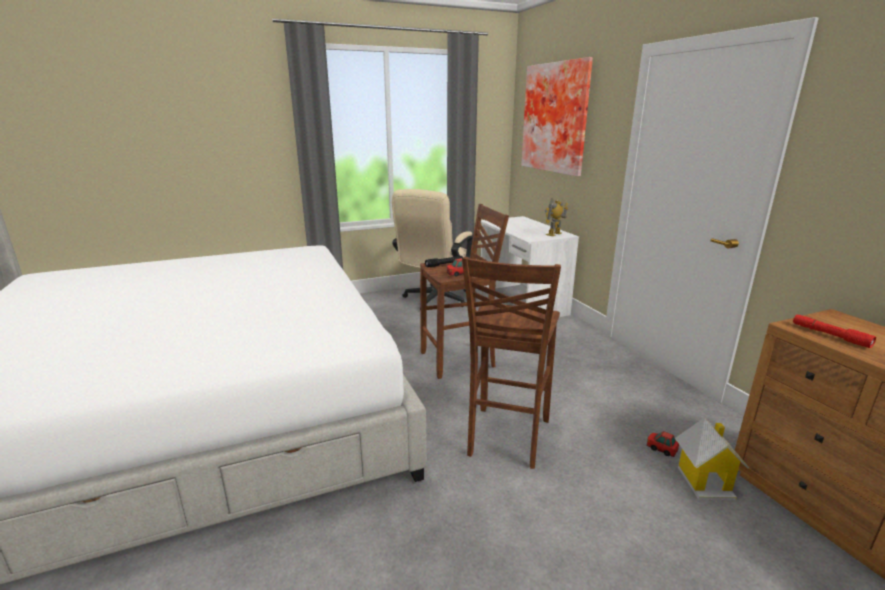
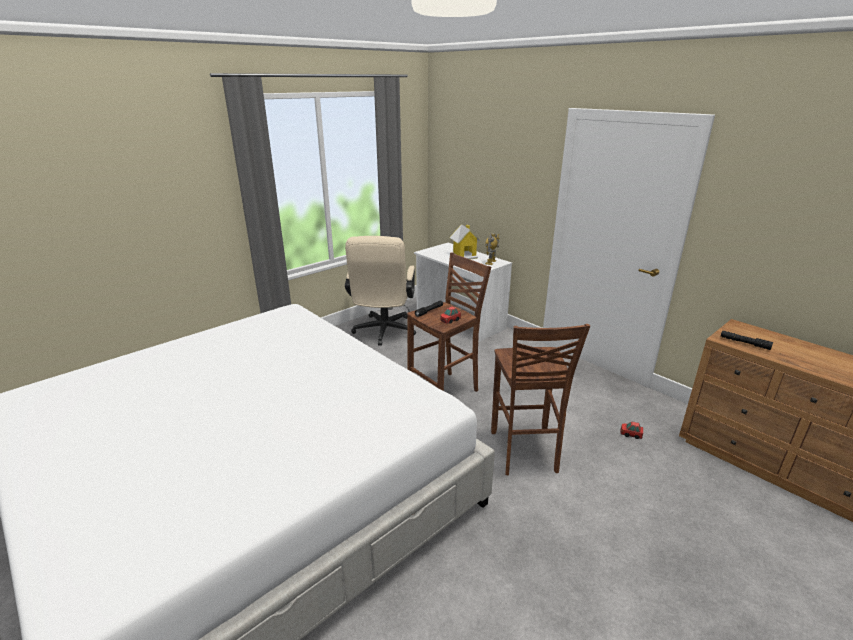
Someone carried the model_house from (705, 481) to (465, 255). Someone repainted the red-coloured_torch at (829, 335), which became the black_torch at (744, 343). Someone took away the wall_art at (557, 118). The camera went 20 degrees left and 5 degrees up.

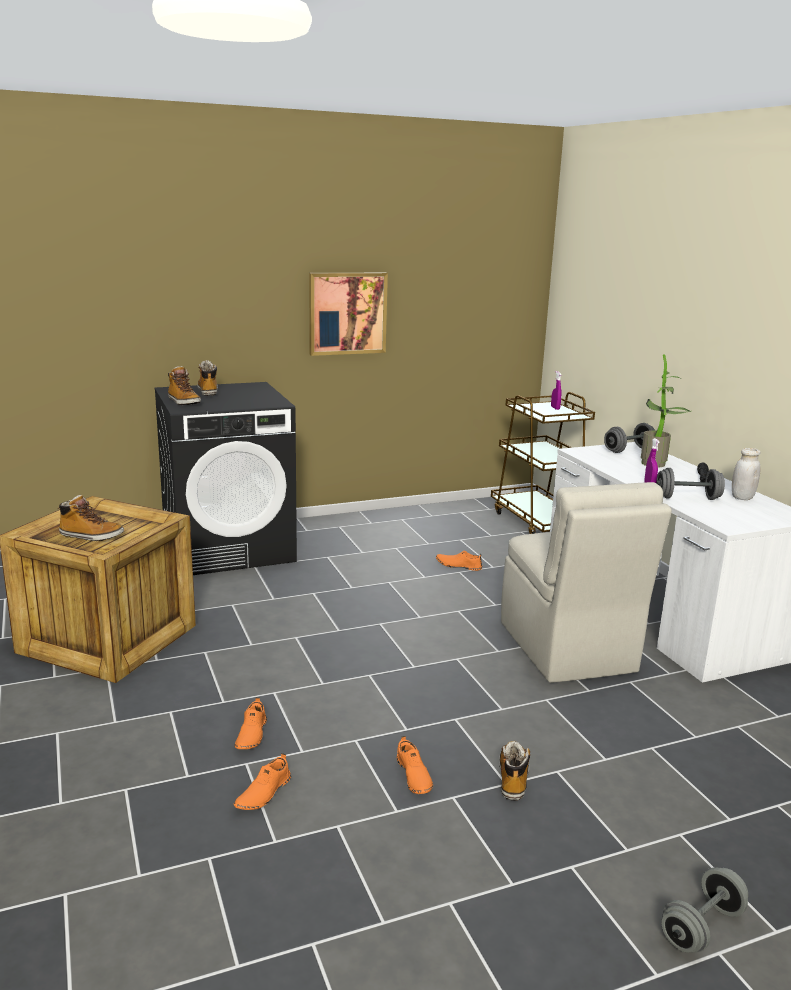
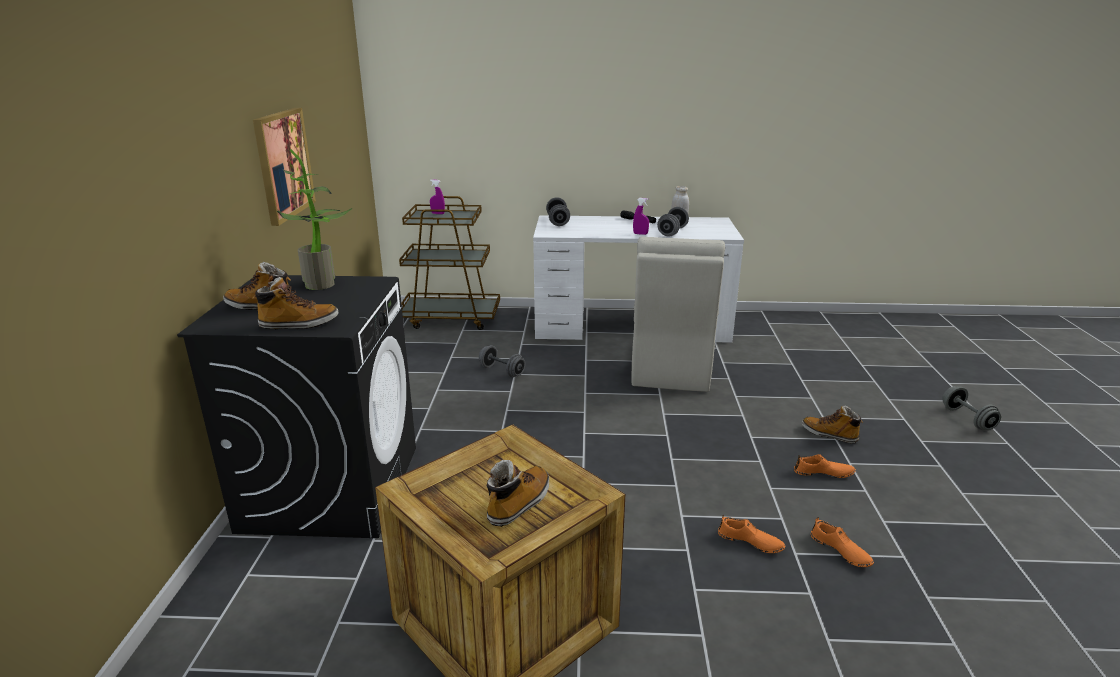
Someone carried the plant_in_a_pot from (657, 464) to (324, 283). Someone swapped the orange_shoe at (458, 565) for the grey_free_weight at (502, 371). Someone rotated the sand-coloured_upright_chair at (567, 649) by 90 degrees clockwise. The camera went 65 degrees left and 5 degrees up.

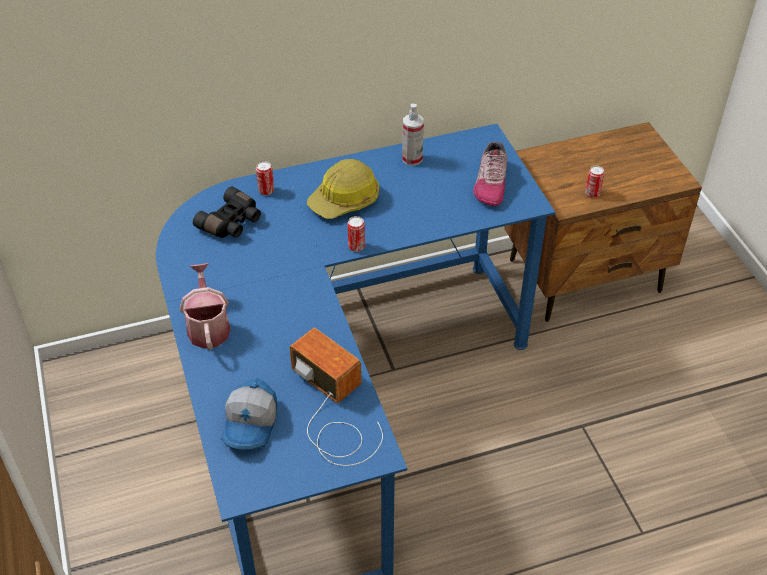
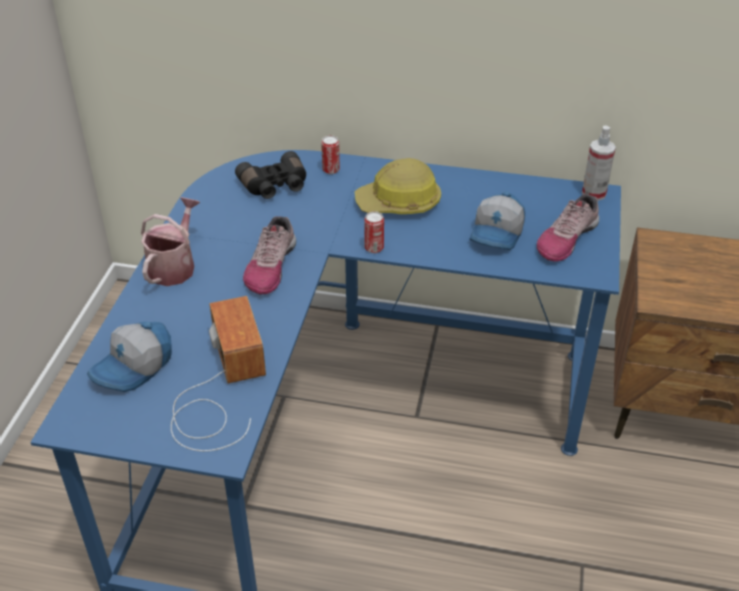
Someone put down the shoe at (270, 266). Someone put down the baseball_cap at (498, 233). Someone carried the spray_bottle from (412, 159) to (593, 193). Someone took away the metal_can at (592, 193). The camera went 30 degrees right and 5 degrees down.

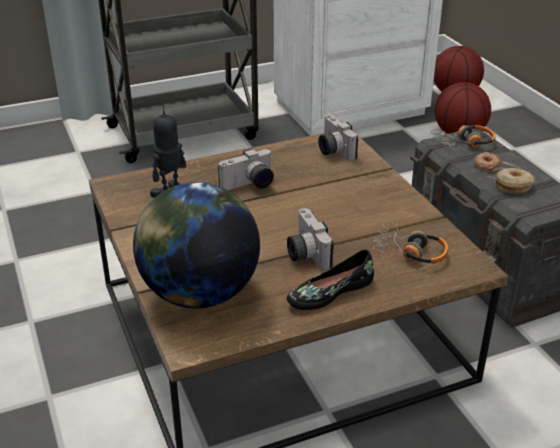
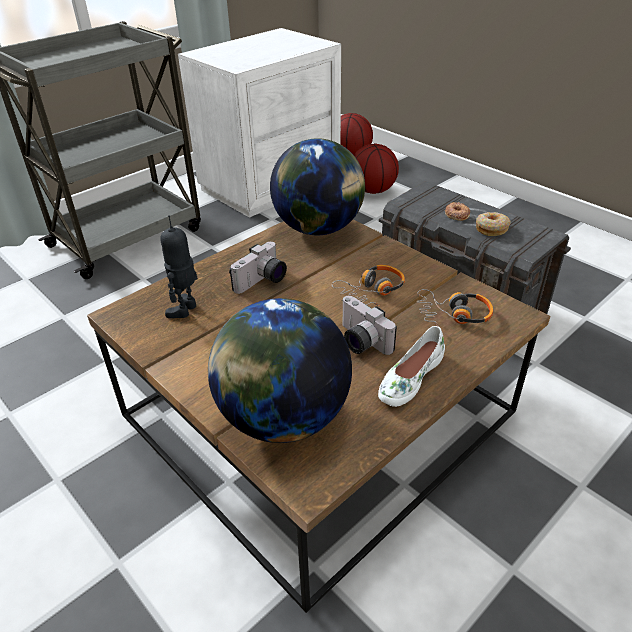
Someone swapped the still_camera at (332, 150) for the desk_globe at (318, 228). Someone carried the pair_of_headphones from (464, 143) to (372, 291). Someone repainted the black_shoe at (329, 292), which became the whitish_shoe at (409, 377). The camera went 20 degrees left and 5 degrees up.

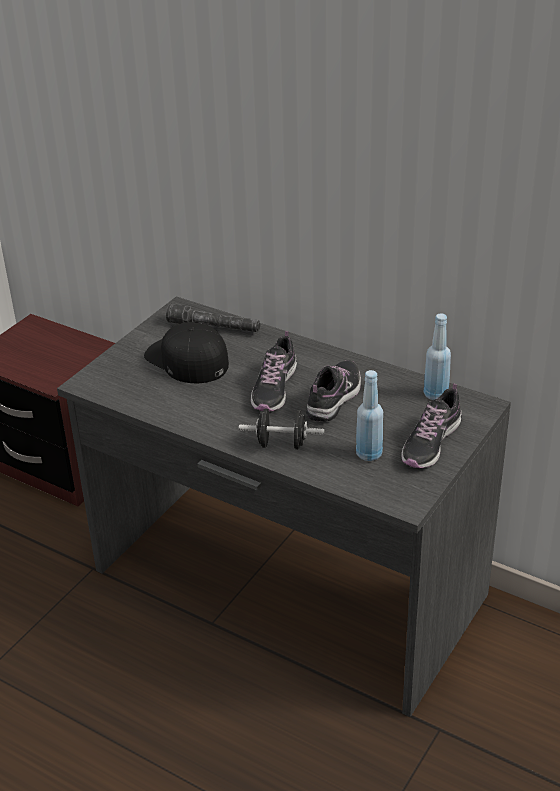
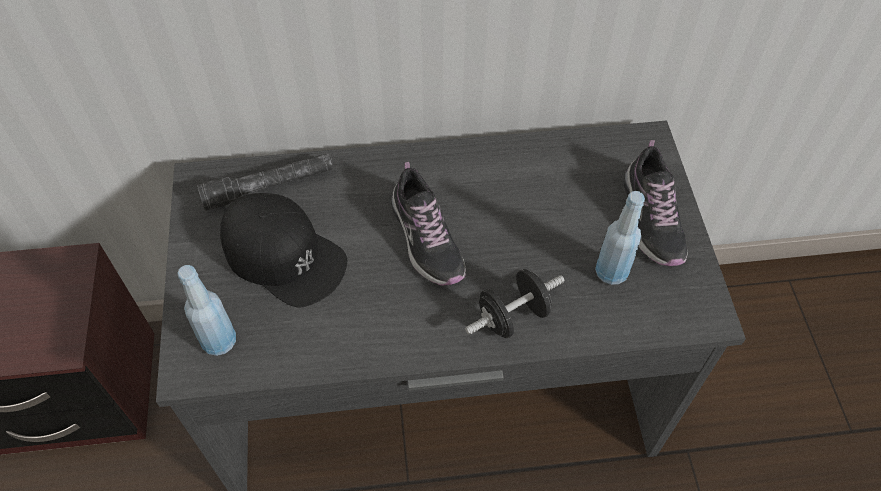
Someone carried the blue_drink_bottle from (435, 394) to (219, 342). Someone rotated the black_baseball_cap at (187, 360) by 150 degrees counterclockwise. Someone took away the shoe at (334, 398). The camera went 40 degrees left and 20 degrees up.

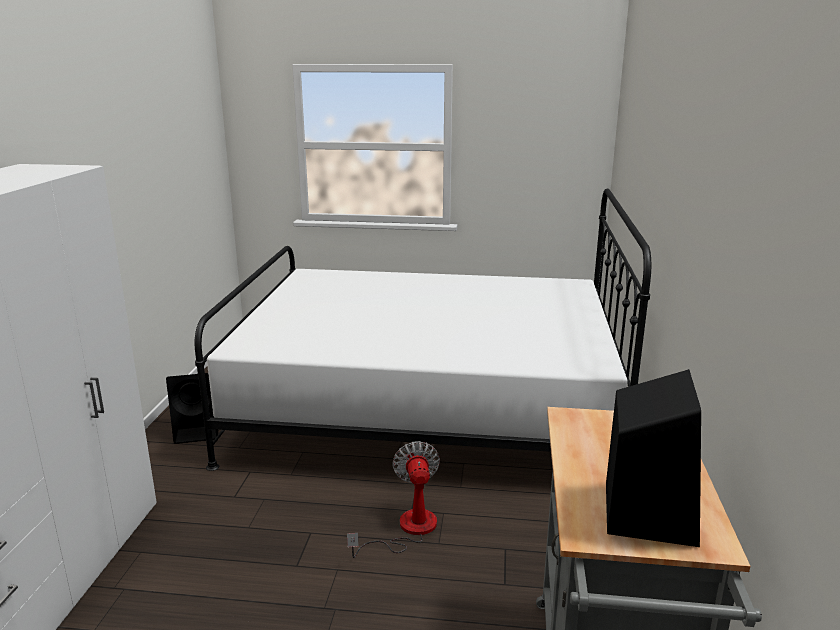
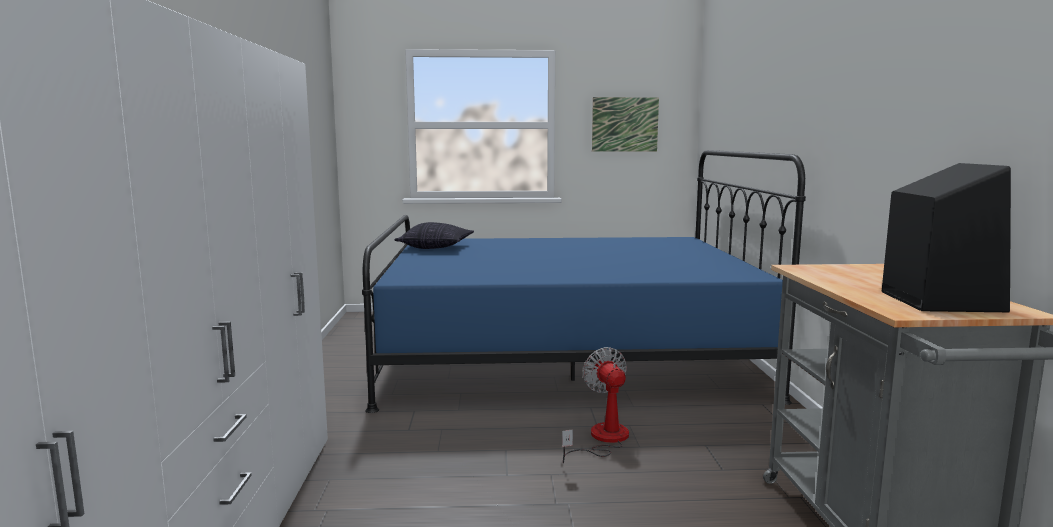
Someone repainted the whitish_bed at (427, 408), which became the blue_bed at (564, 356). Someone put down the pillow at (435, 247). Someone put up the wall_art at (625, 124). Someone took away the black_loudspeaker at (199, 431). The camera went 10 degrees left and 10 degrees down.

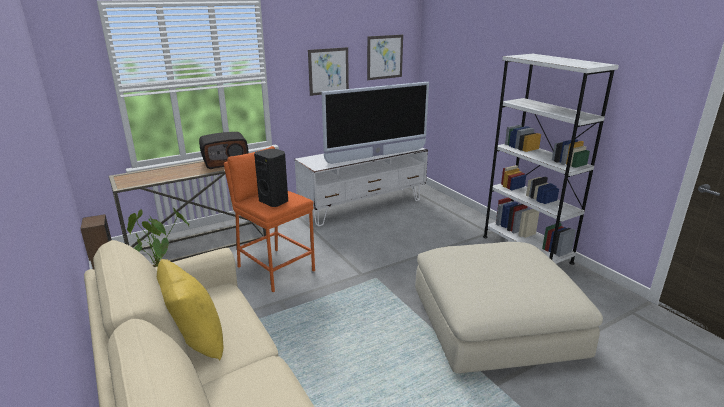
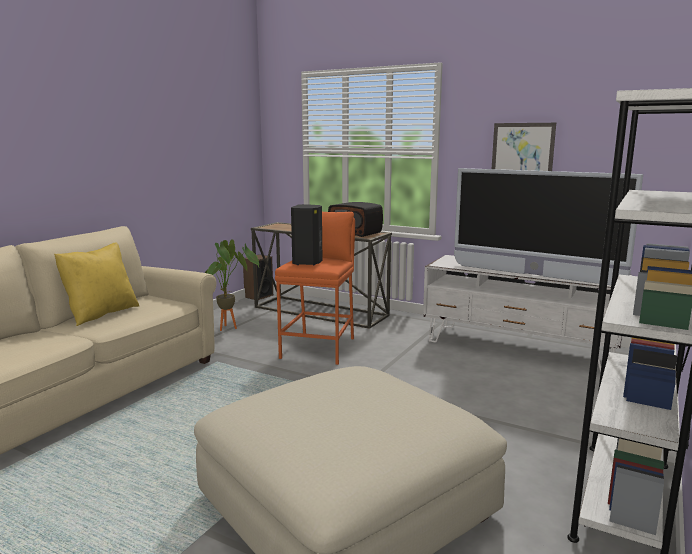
Someone took away the wall_art at (384, 57). The camera went 60 degrees right and 10 degrees down.

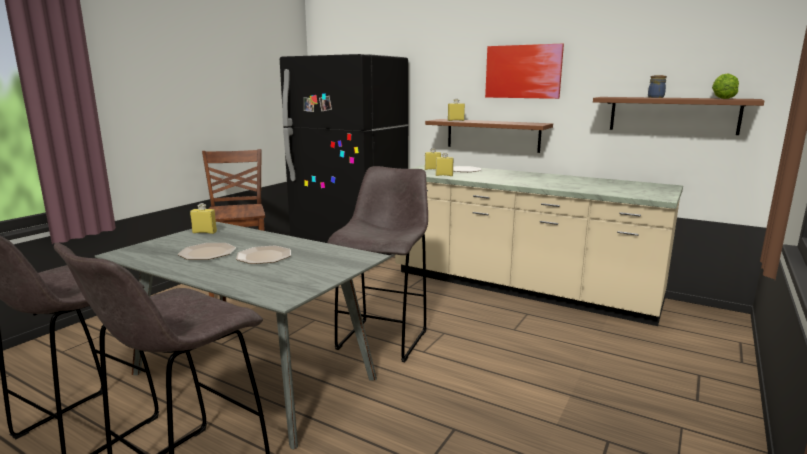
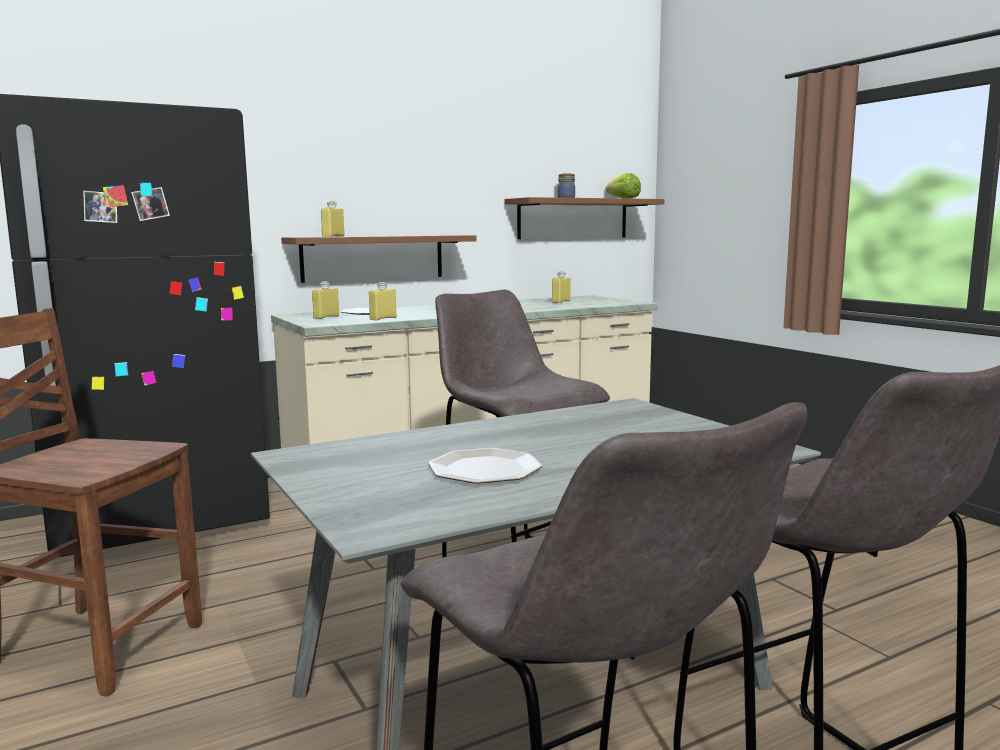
Someone carried the yellow_drink_bottle from (204, 232) to (561, 302). Someone took away the flat_dish at (264, 256). Someone took away the wall_art at (523, 71). The camera went 60 degrees left and 5 degrees down.

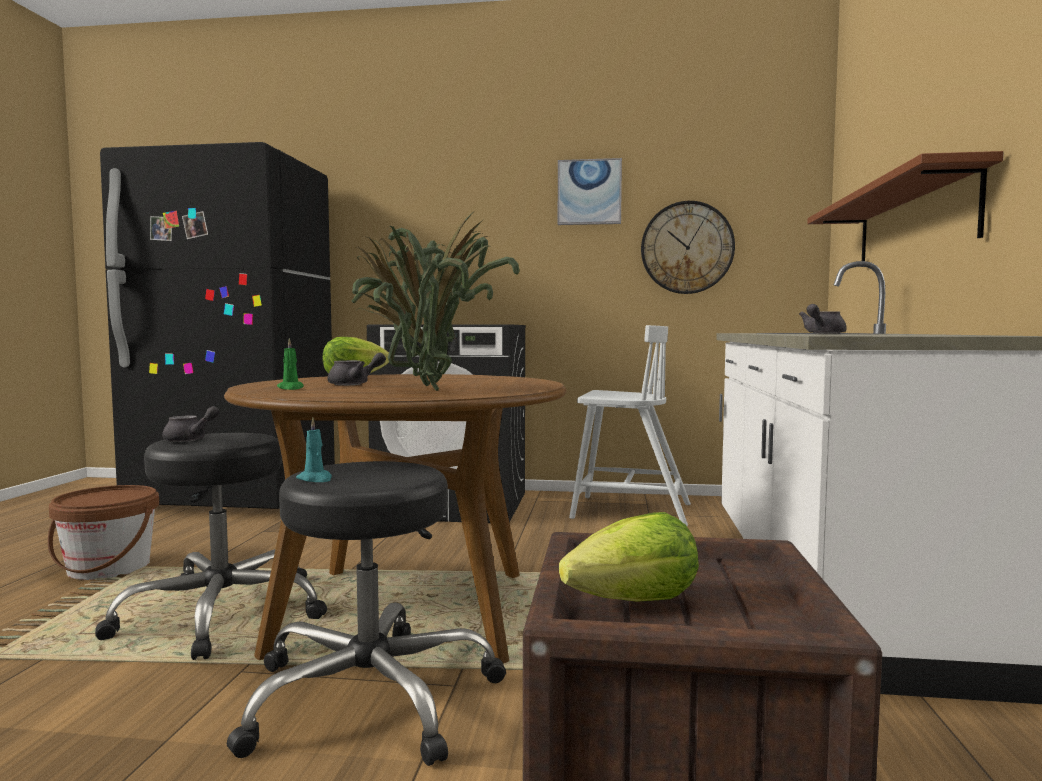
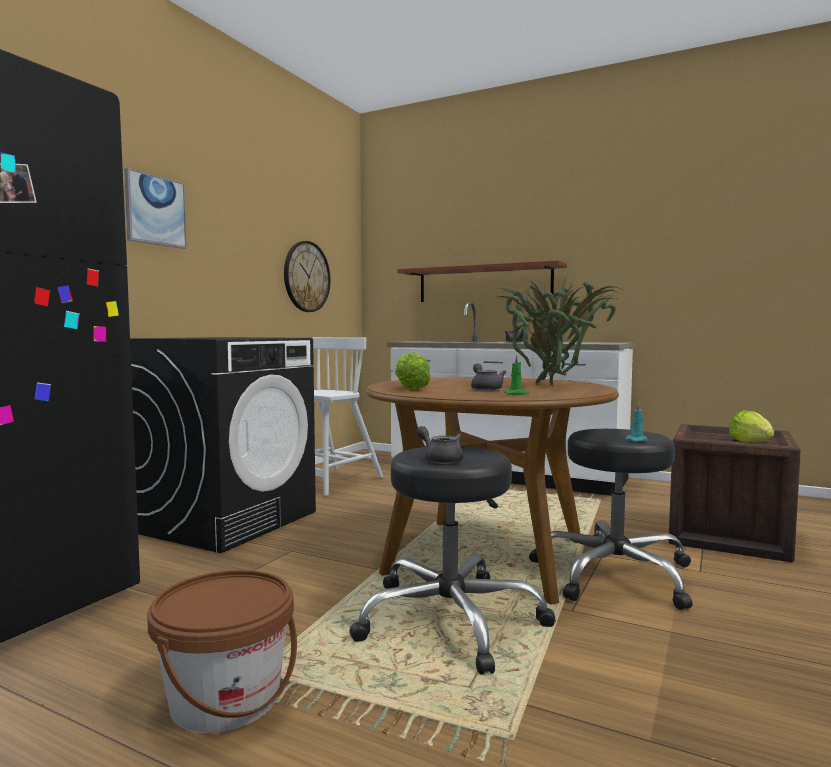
Someone carried the wall_art from (589, 192) to (155, 210). The camera went 70 degrees left and 0 degrees up.

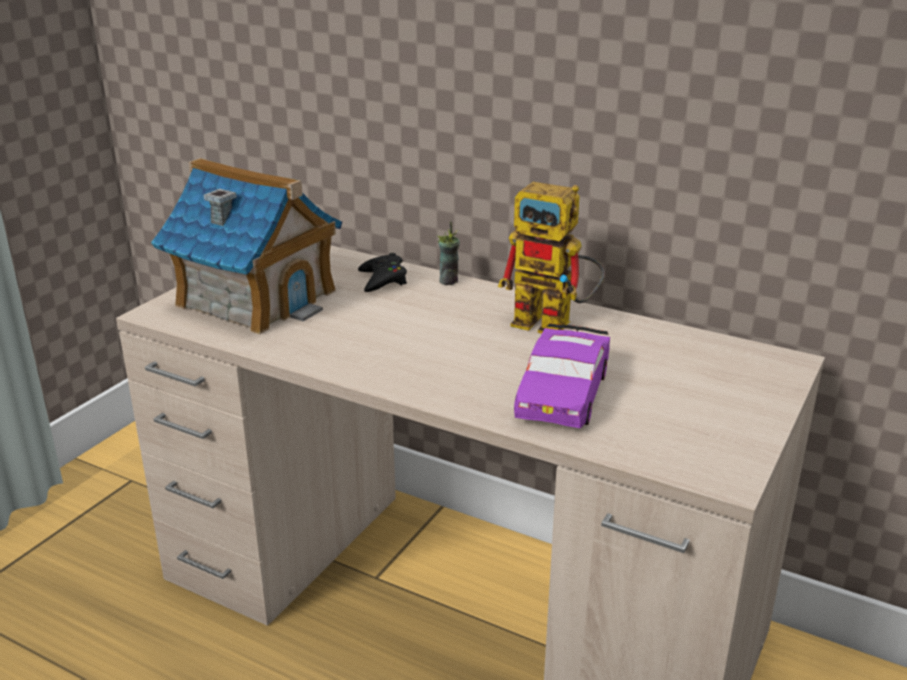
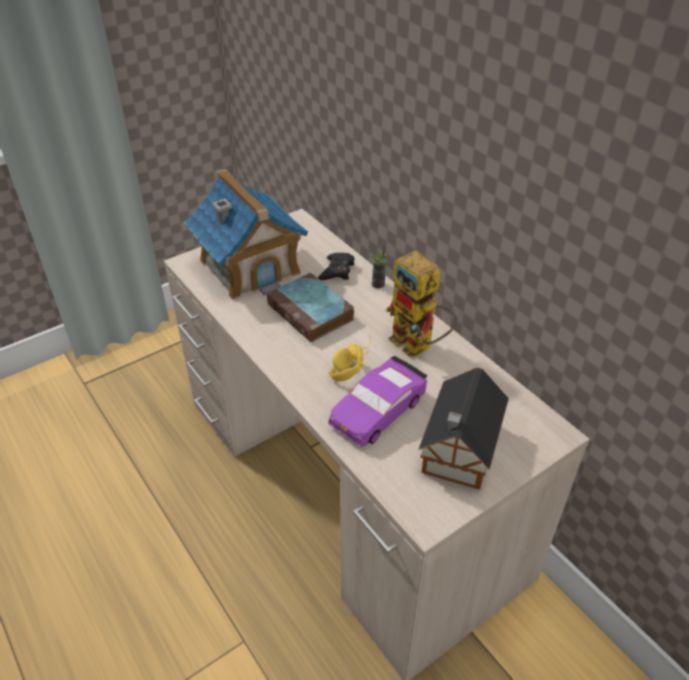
Someone put down the book at (312, 313). Someone put down the yellow_pair_of_headphones at (350, 362). Someone put down the model_house at (458, 450). The camera went 25 degrees right and 15 degrees up.

